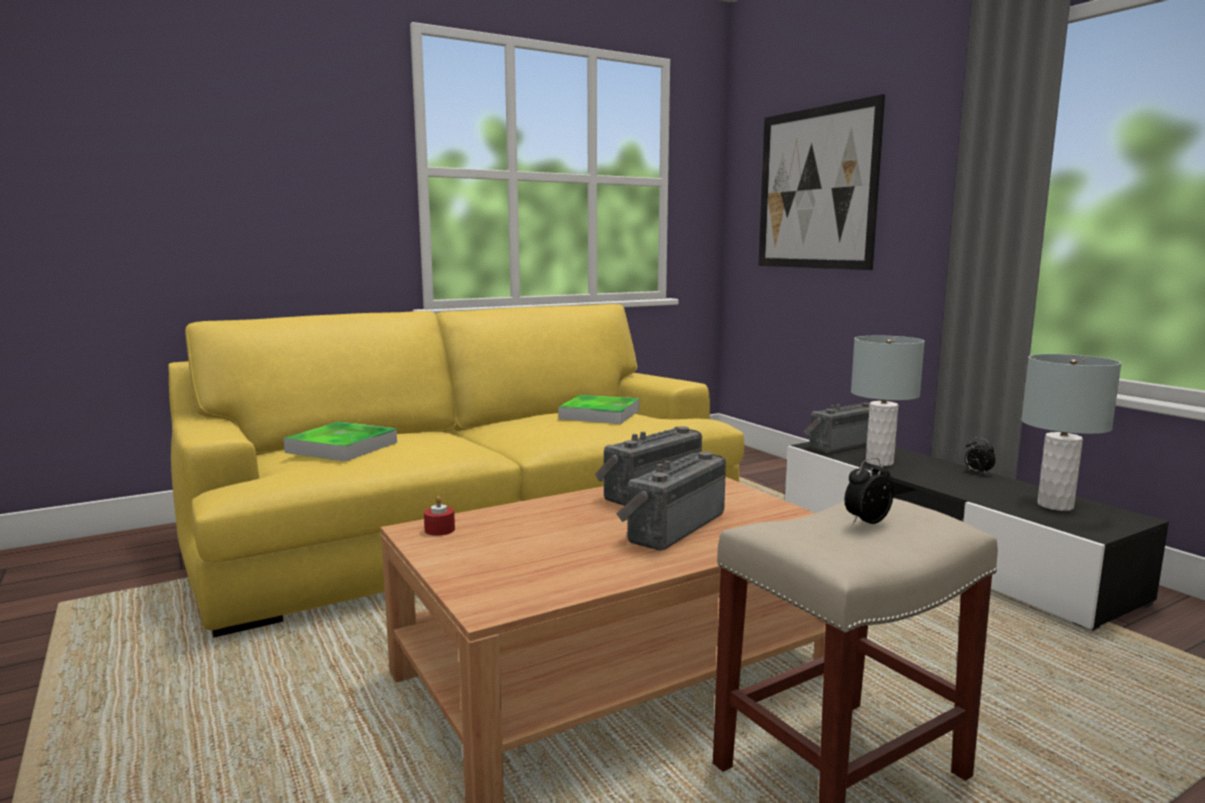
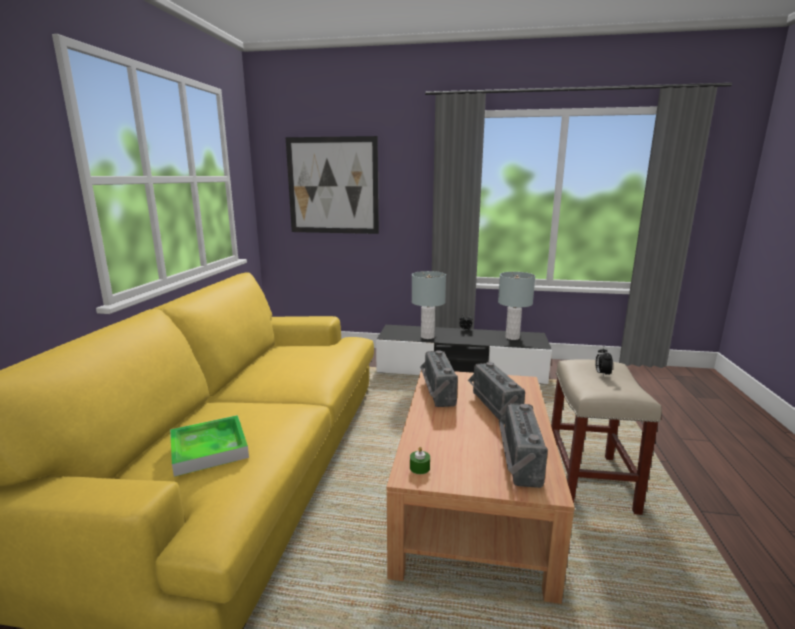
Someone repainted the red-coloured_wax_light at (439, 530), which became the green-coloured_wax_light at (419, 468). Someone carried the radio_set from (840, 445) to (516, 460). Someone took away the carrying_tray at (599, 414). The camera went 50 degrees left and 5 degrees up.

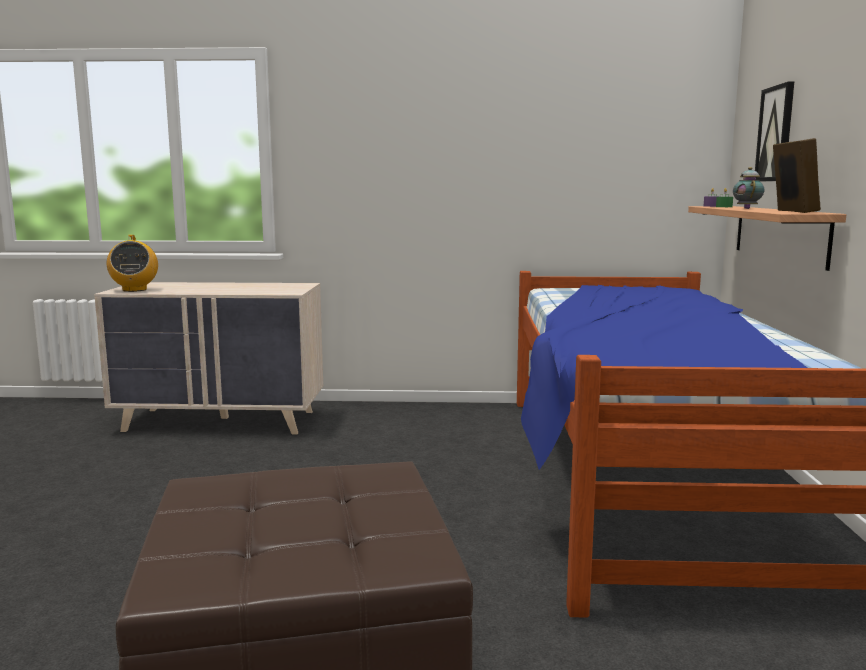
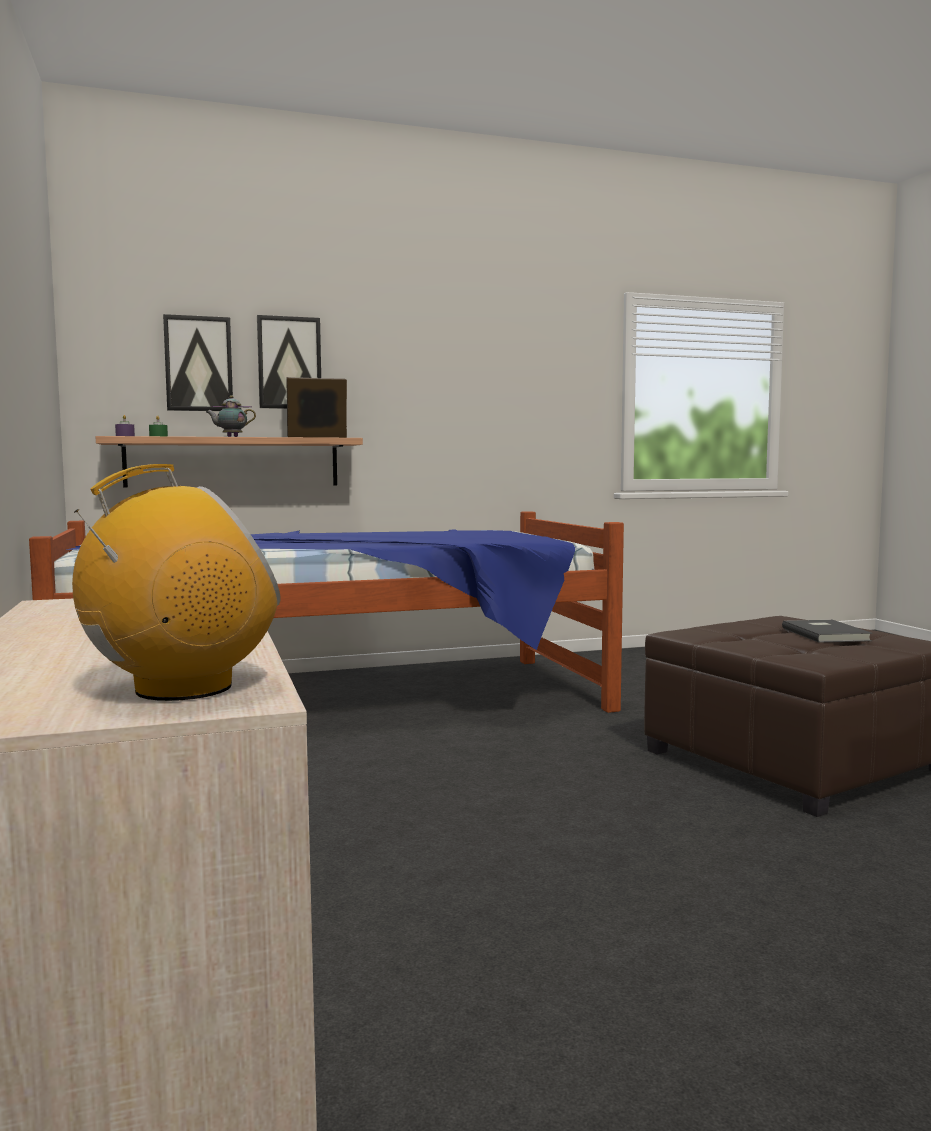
Someone put up the wall_art at (289, 363). Someone put down the grey_book at (826, 634). The camera went 110 degrees left and 5 degrees down.

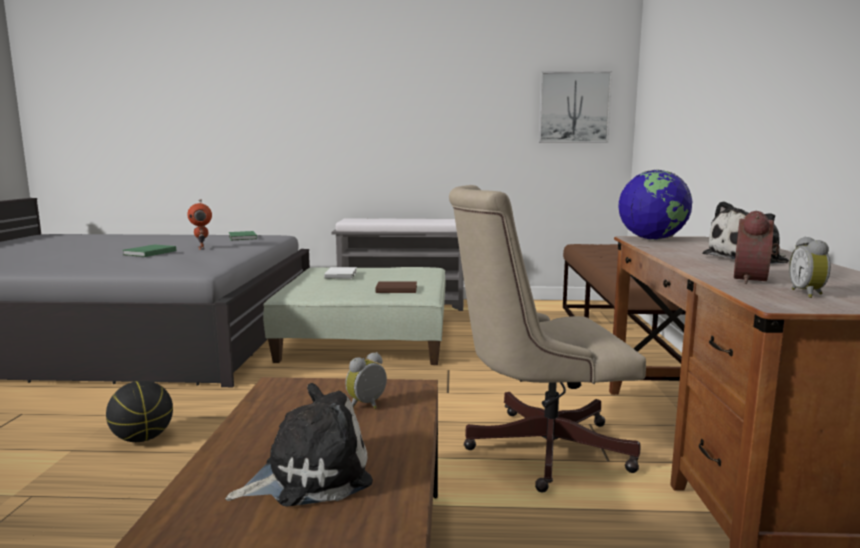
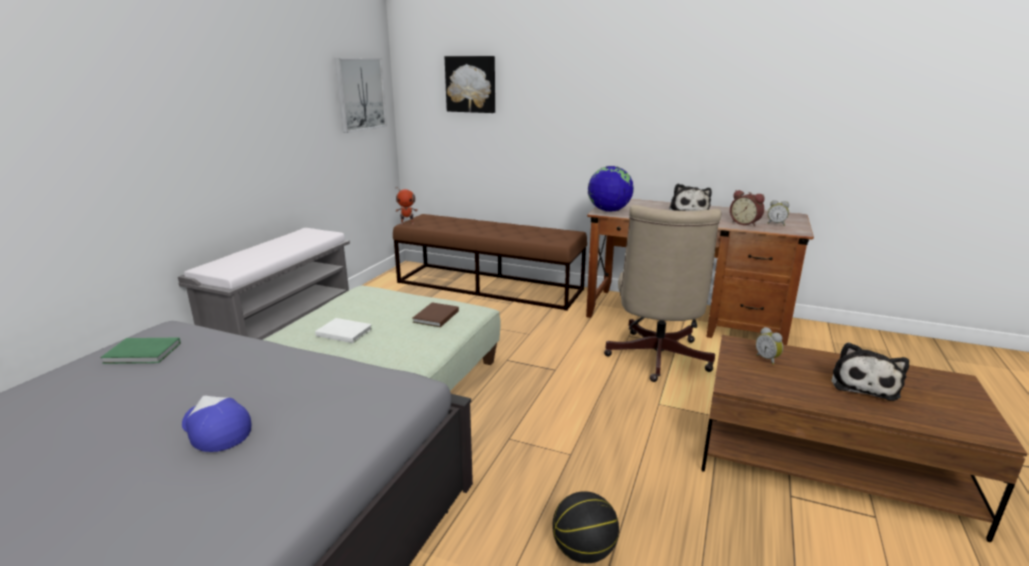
Someone swapped the green-coloured_book at (148, 253) for the baseball_cap at (215, 430). Someone carried the model_robot from (202, 248) to (407, 223). Someone put up the wall_art at (471, 84). Someone rotated the cuddly_toy at (309, 475) by 150 degrees counterclockwise. The camera went 70 degrees left and 10 degrees up.

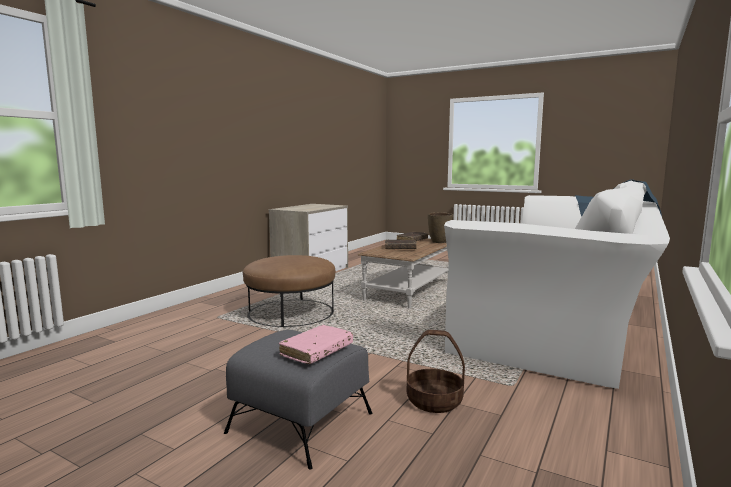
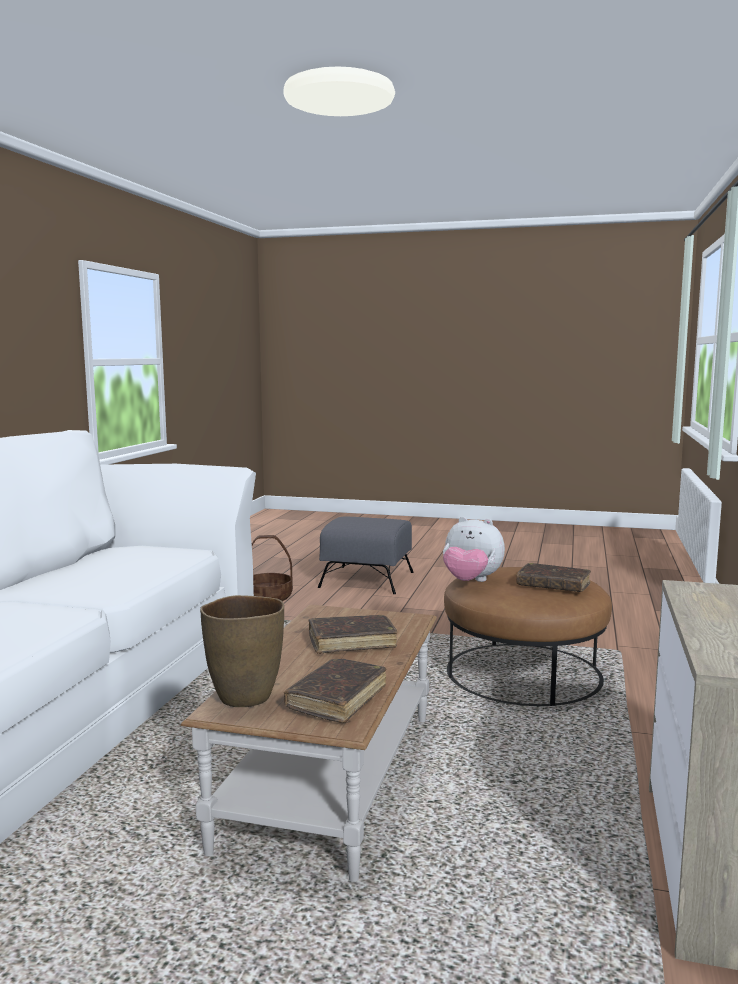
Someone put down the cuddly_toy at (471, 582). Someone put down the brown_book at (553, 585). Someone took away the pink-coloured_book at (317, 351). The camera went 165 degrees right and 0 degrees up.

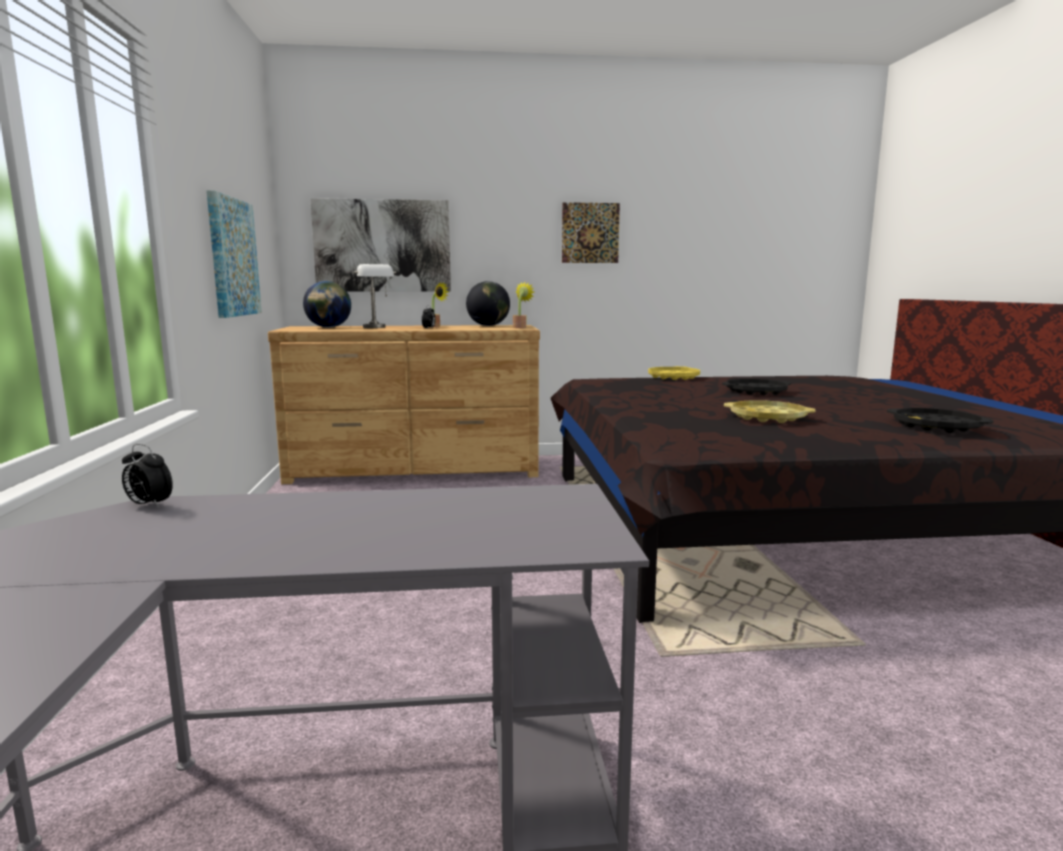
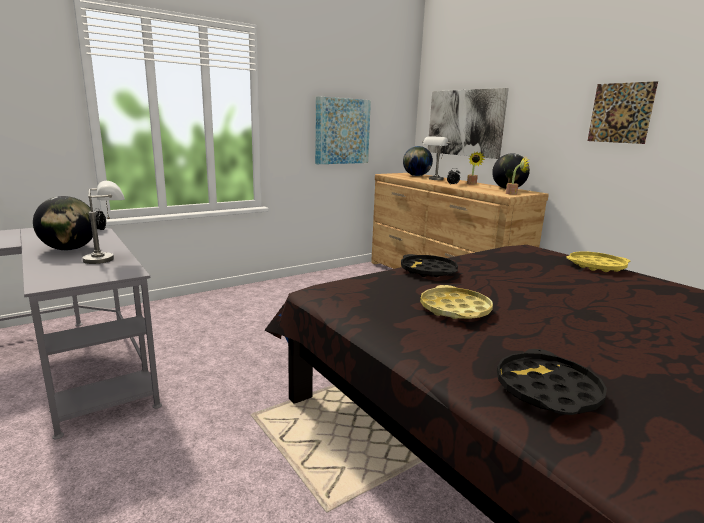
Someone put down the desk_globe at (69, 249). Someone put down the grey_table_lamp at (109, 258). Someone carried the black_carrying_tray from (756, 392) to (428, 271). The camera went 60 degrees right and 5 degrees up.

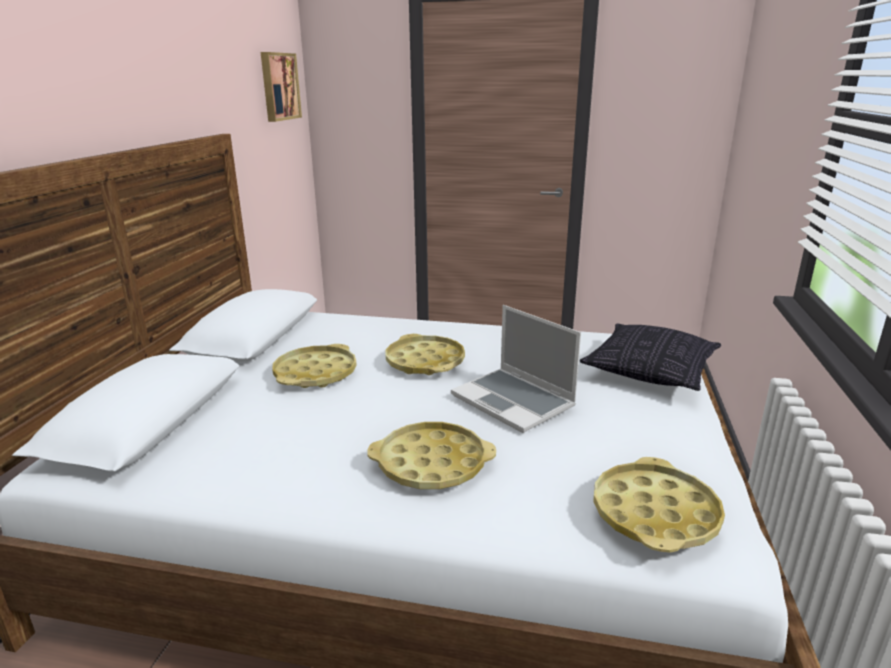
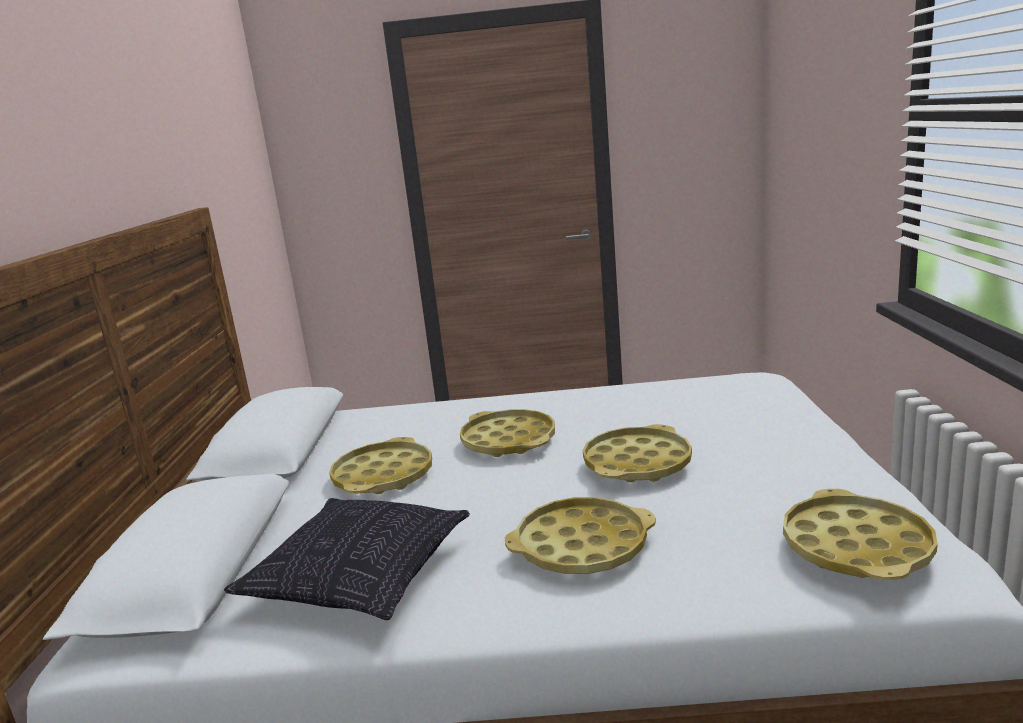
Someone carried the pillow from (650, 372) to (360, 578). Someone swapped the notebook_computer at (514, 401) for the yellow_carrying_tray at (637, 463). Someone took away the wall_art at (278, 86). The camera went 10 degrees left and 5 degrees down.

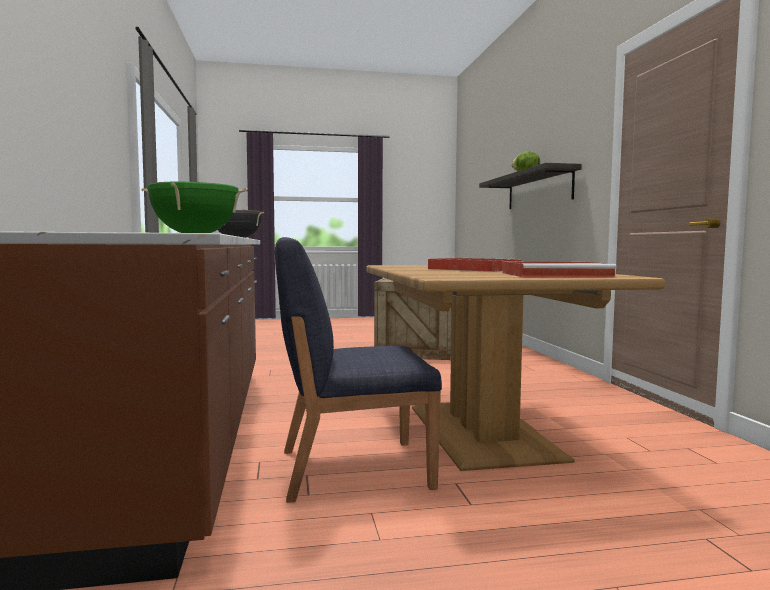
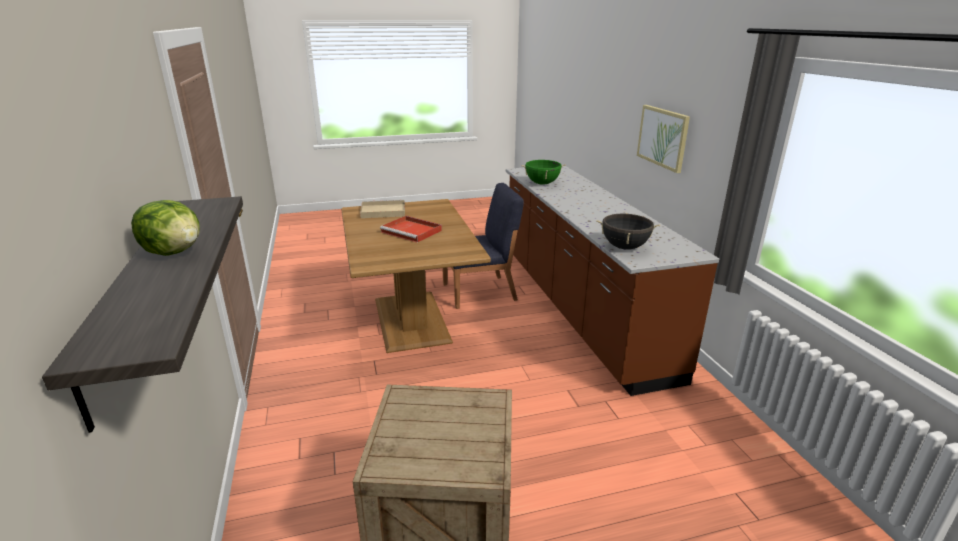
Someone repainted the red-coloured_carrying_tray at (557, 275), which became the sand-coloured_carrying_tray at (382, 211). Someone put up the wall_art at (663, 137). The camera went 175 degrees right and 20 degrees up.

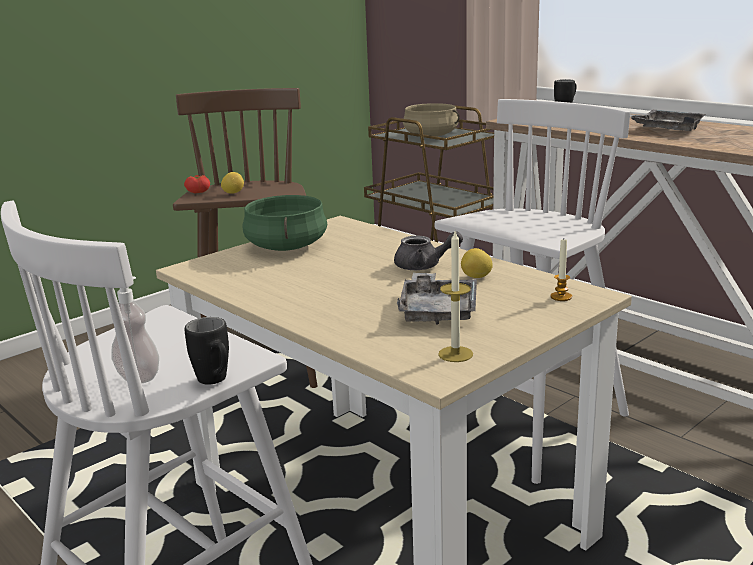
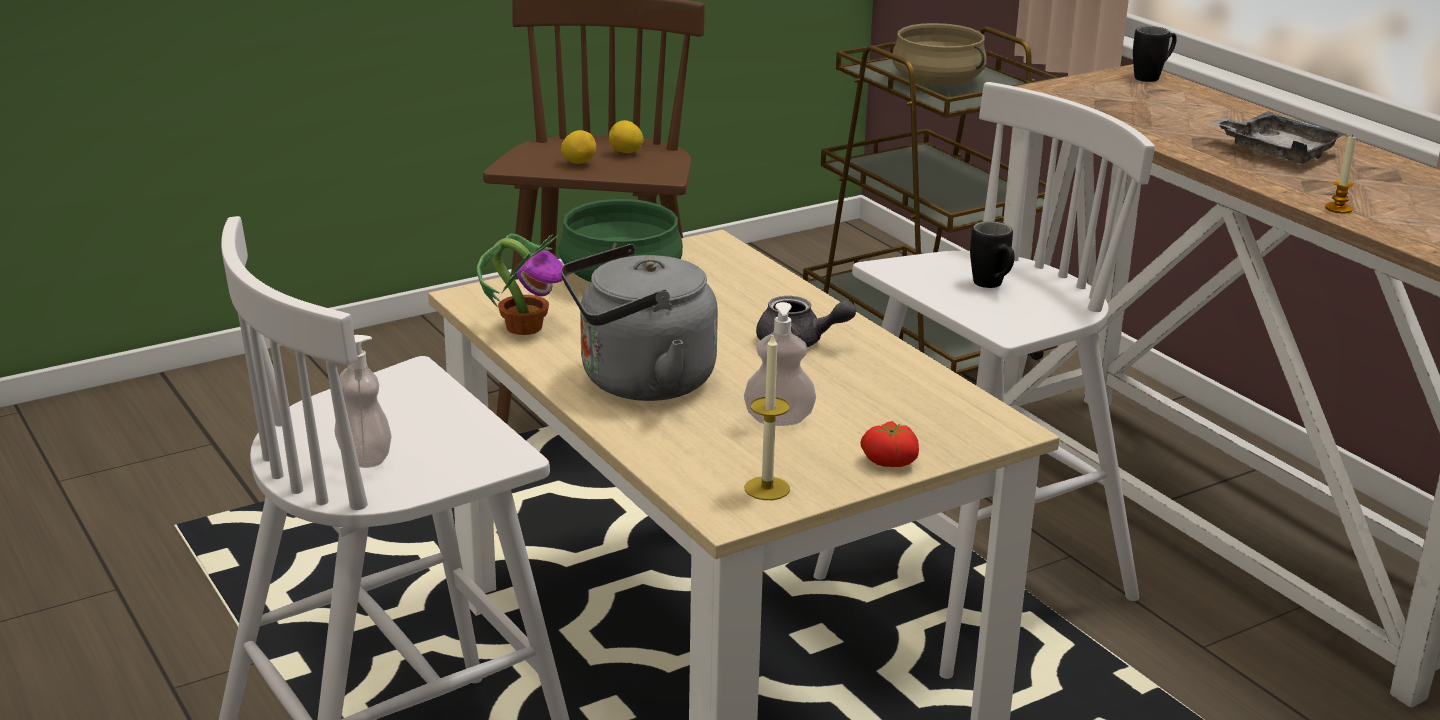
Someone put down the plant_in_a_pot at (524, 327). Someone put down the grey_tea_kettle at (639, 382). Someone carried the citrus_fruit from (476, 277) to (626, 152). Someone swapped the grey_carrying_tray at (438, 311) for the soap_bottle at (779, 419). Someone carried the fresh_tomato from (199, 191) to (890, 460). Someone carried the black_coffee_mug from (216, 381) to (992, 286). Someone carried the wax_light from (561, 297) to (1338, 208). The camera went 10 degrees right and 5 degrees up.

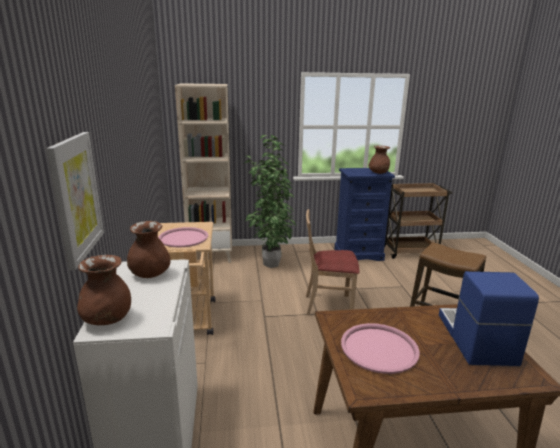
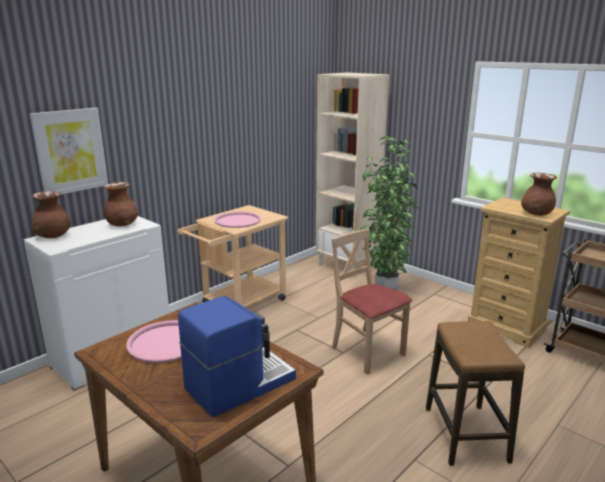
Someone repainted the blue_chest_of_drawers at (358, 254), which became the sand-coloured_chest_of_drawers at (507, 327). The camera went 50 degrees right and 0 degrees up.

